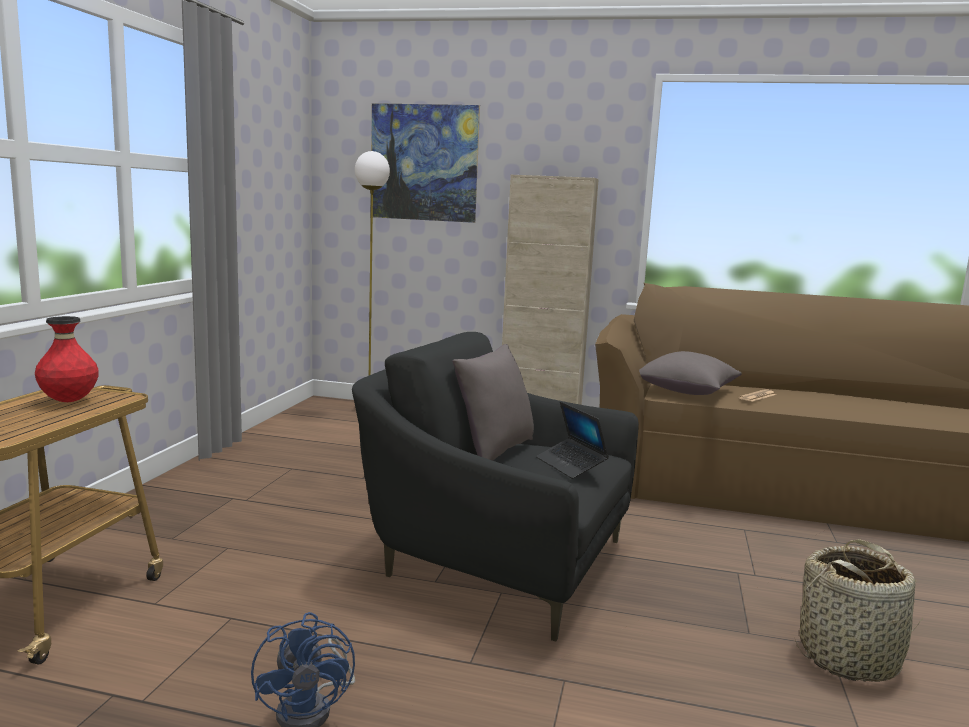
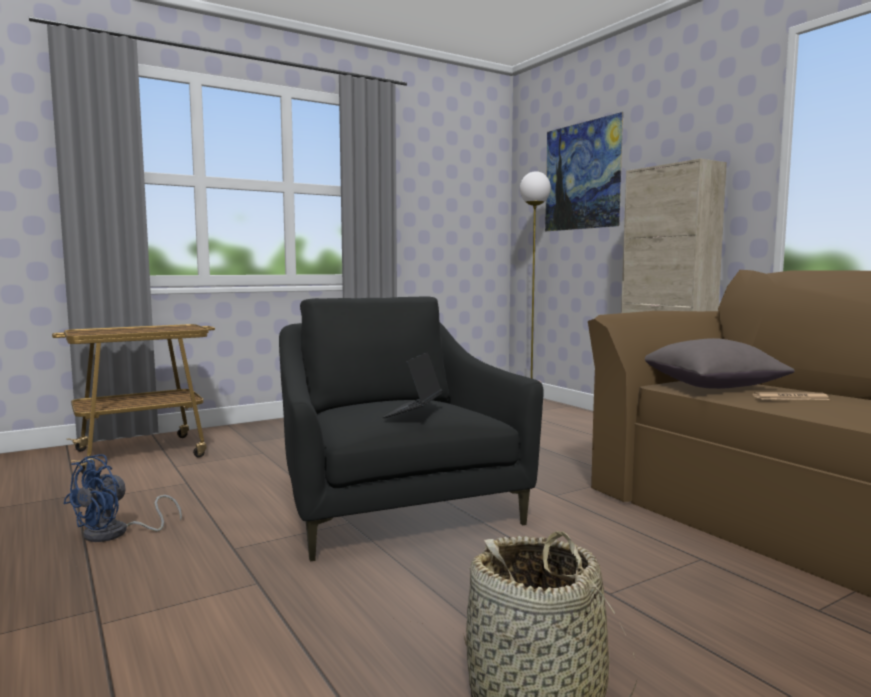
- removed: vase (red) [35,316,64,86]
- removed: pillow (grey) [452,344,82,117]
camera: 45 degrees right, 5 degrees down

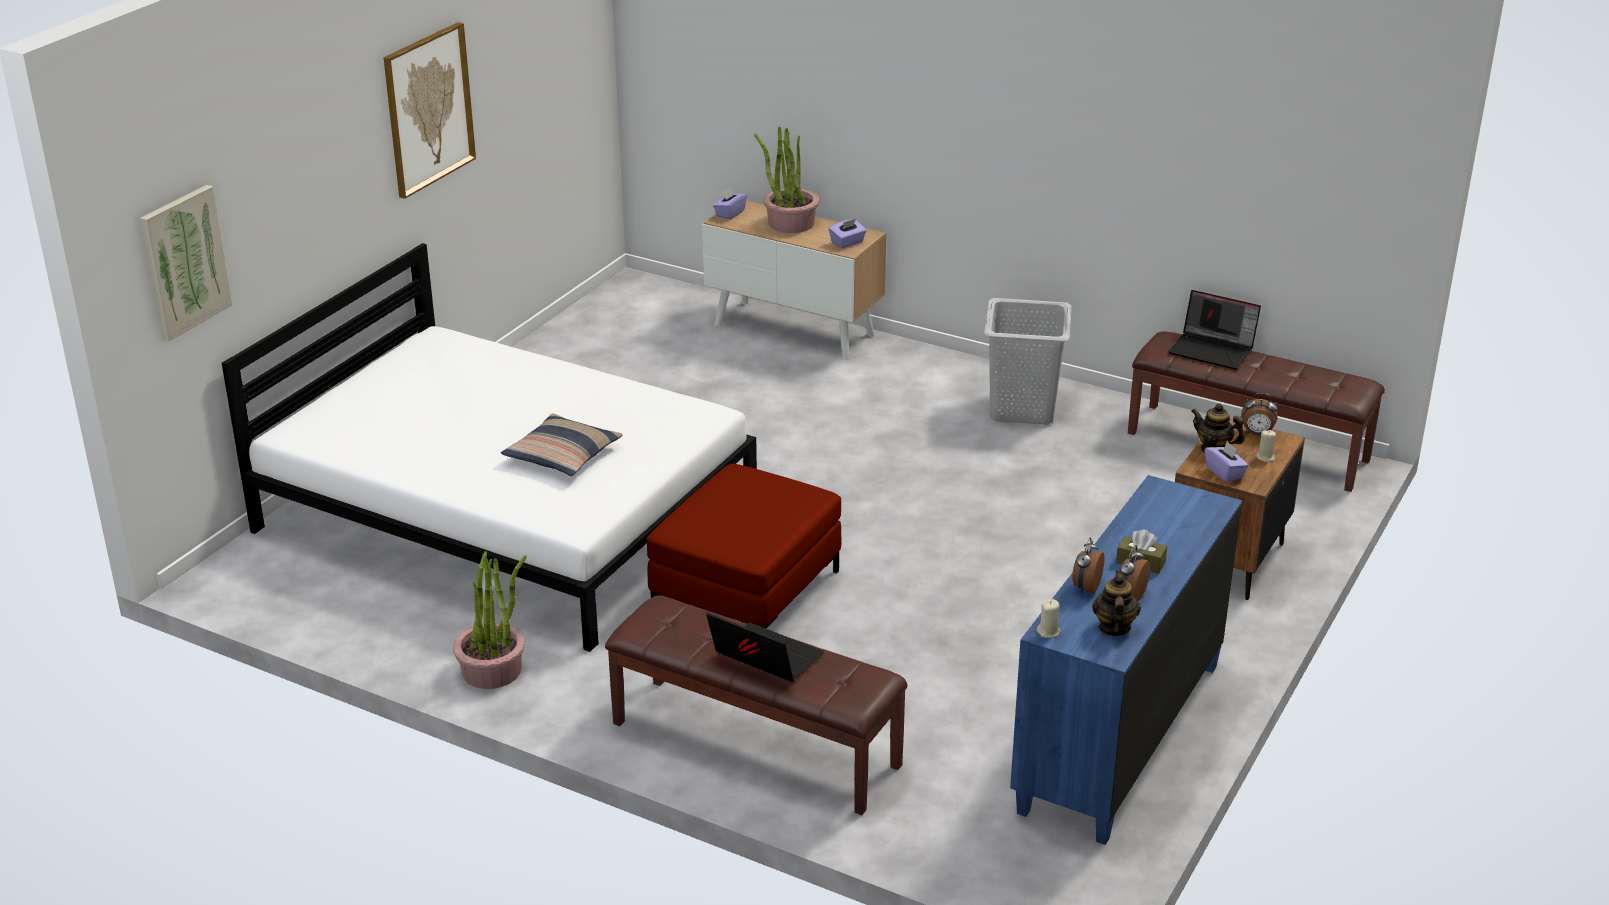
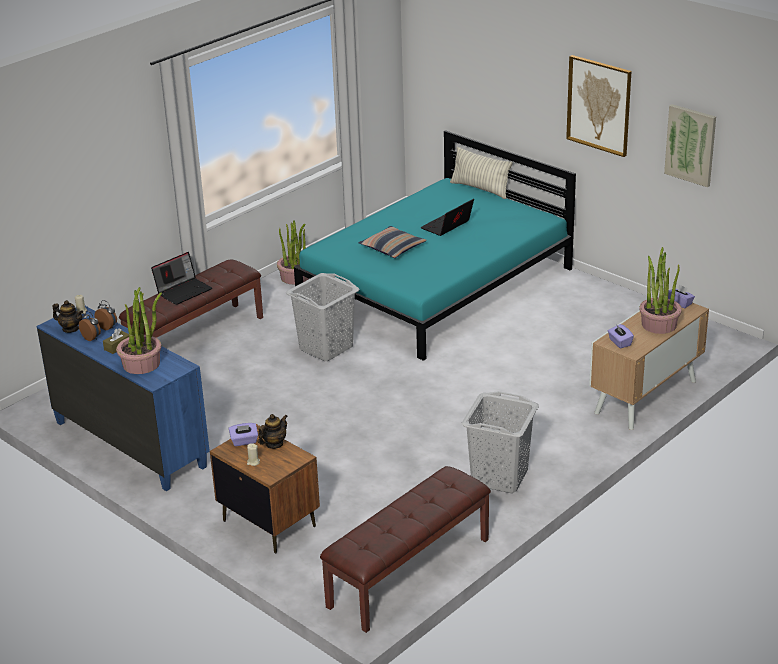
- added: potted plant [116,287,46,87]
- replaced: ottoman (red) [647,464,195,165] to laundry basket (grey) [286,273,73,88]
- recoloured: bed (white) [222,243,535,409] to bed (turquoise) [294,130,282,231]
- moved: laptop [1168,290,93,80] to [421,199,53,37]
- added: pillow [450,147,63,52]
- moved: picture [140,185,92,156] to [664,104,52,83]
- removed: alarm clock [1241,393,37,42]
camera: 105 degrees right, 0 degrees up

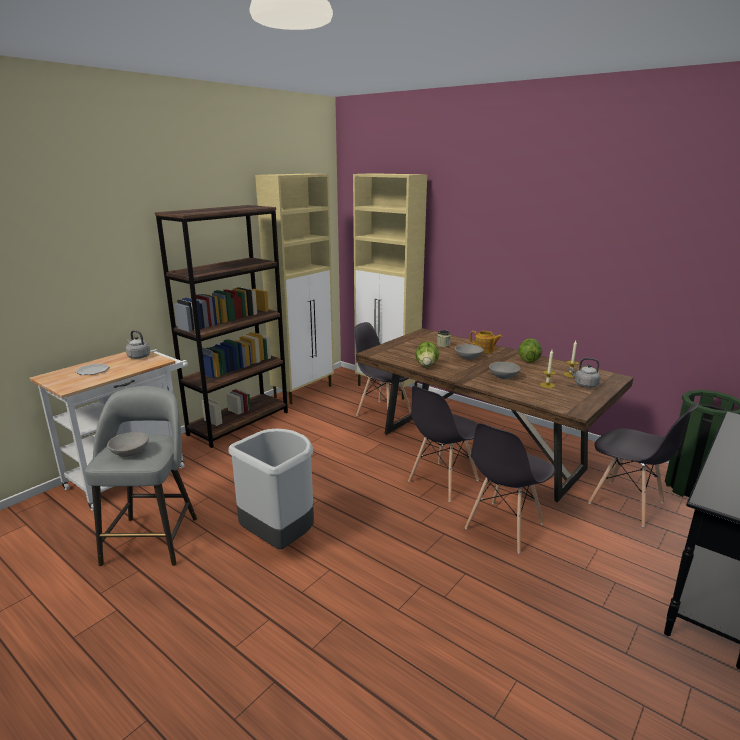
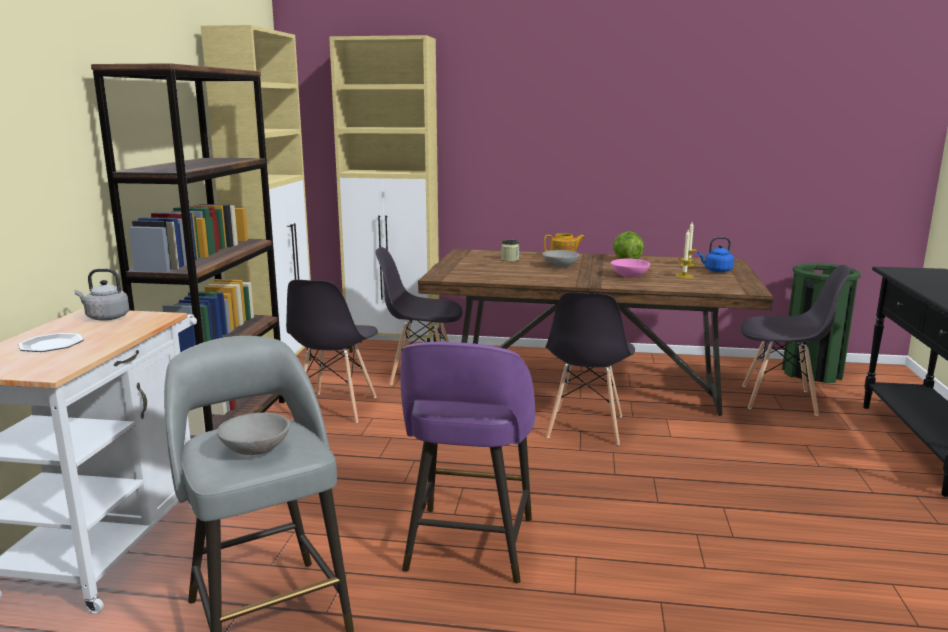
- moved: chair (grey) [465,423,90,130] to [286,280,92,143]
- replaced: trash can (grey) [228,428,86,121] to stool (purple) [401,342,134,242]
- recoloured: bowl (grey) [489,362,32,17] to bowl (pink) [611,259,39,18]
- recoloured: kettle (grey) [569,358,31,30] to kettle (blue) [698,237,36,35]
- removed: lettuce [415,341,24,26]
camera: 30 degrees left, 5 degrees down

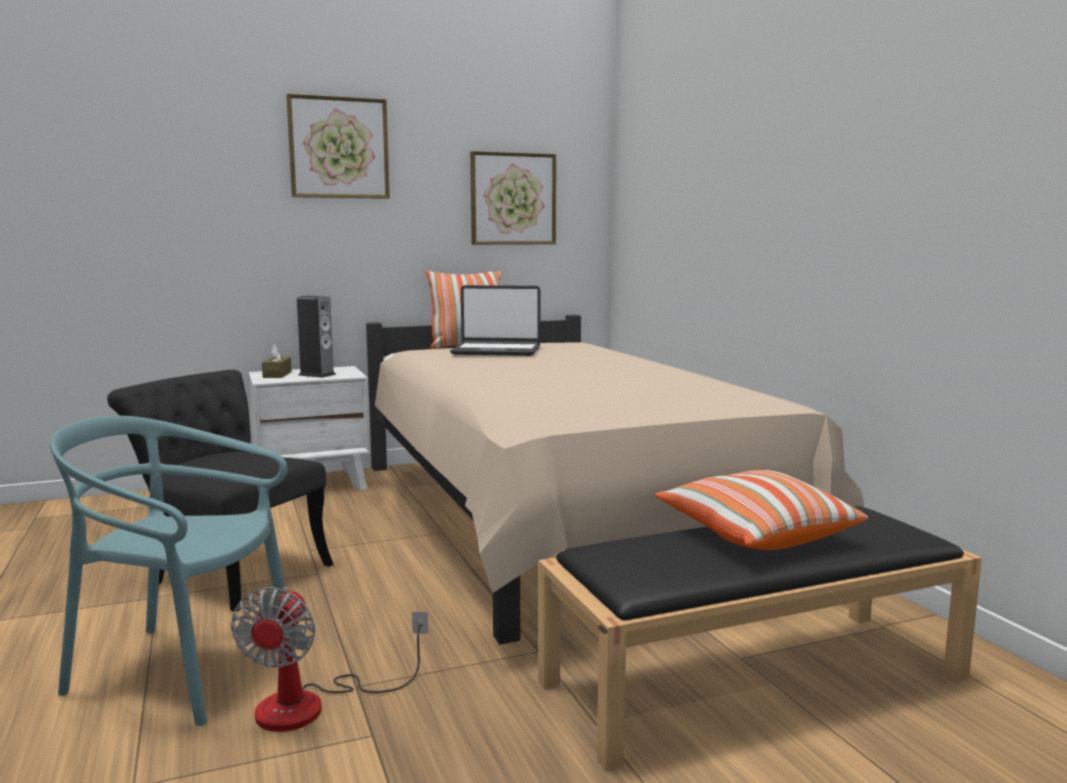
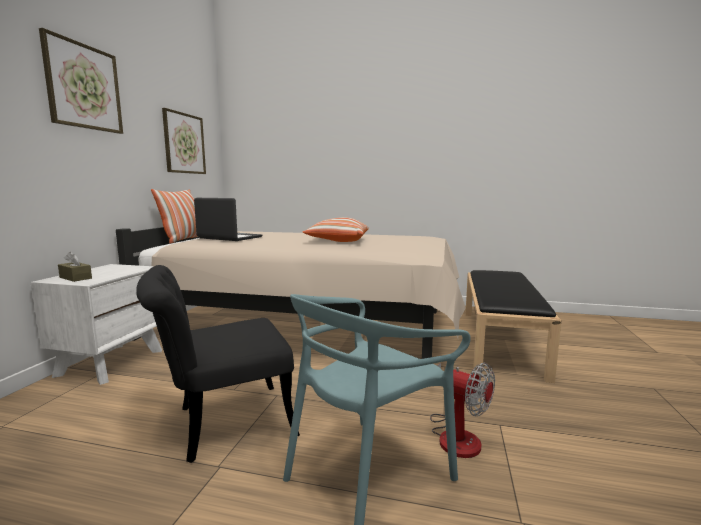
- turned: laptop [450,285,91,71] = [194,198,68,43] 105 degrees counterclockwise
- moved: pillow [655,470,213,80] to [303,217,66,25]
- removed: speaker [297,296,39,82]
camera: 55 degrees left, 0 degrees up

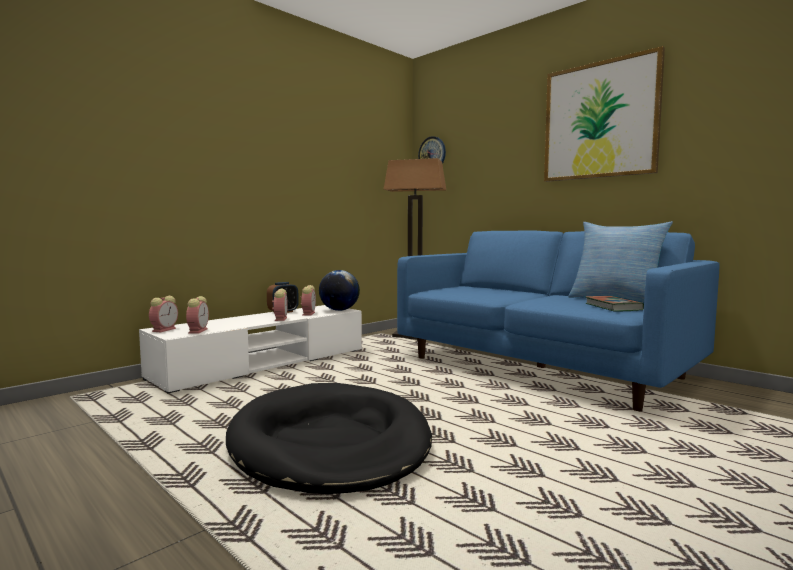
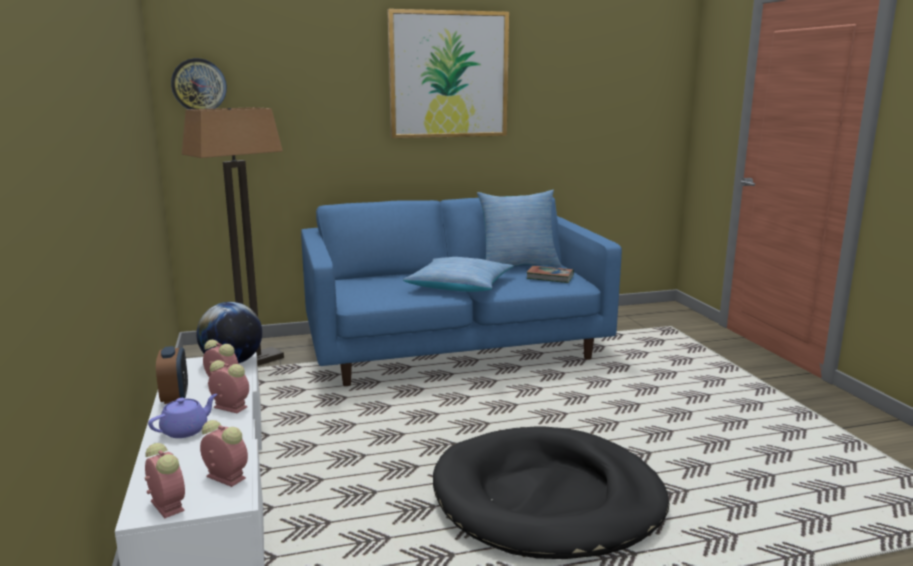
- added: teapot (purple) [148,394,69,44]
- added: pillow [403,257,111,35]
camera: 60 degrees left, 10 degrees up

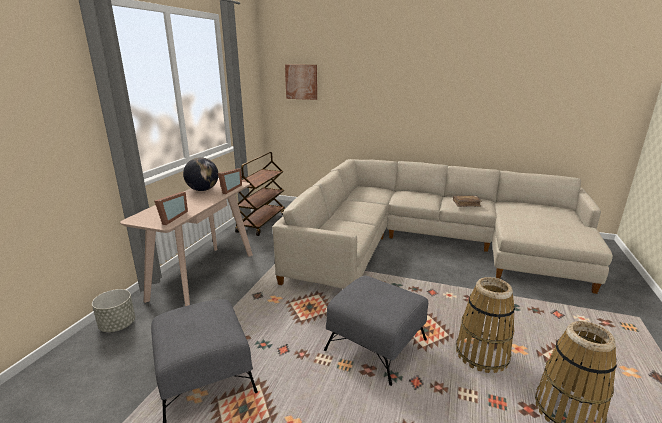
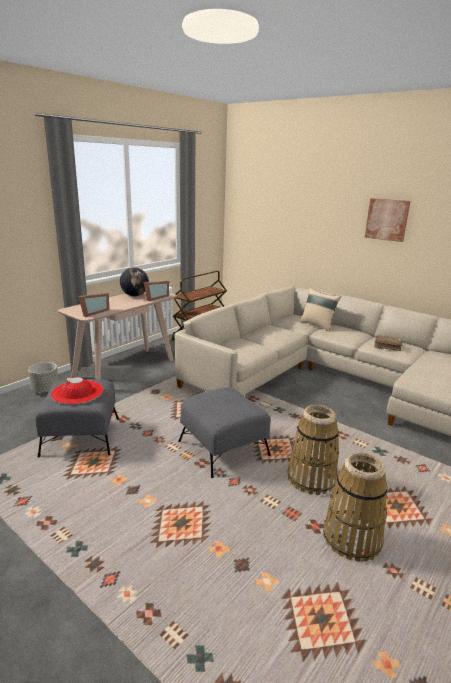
- added: hat (red) [51,377,52,27]
- added: pillow (beige) [299,288,42,44]
- moved: picture [285,65,32,35] to [365,198,45,44]
camera: 20 degrees right, 0 degrees up

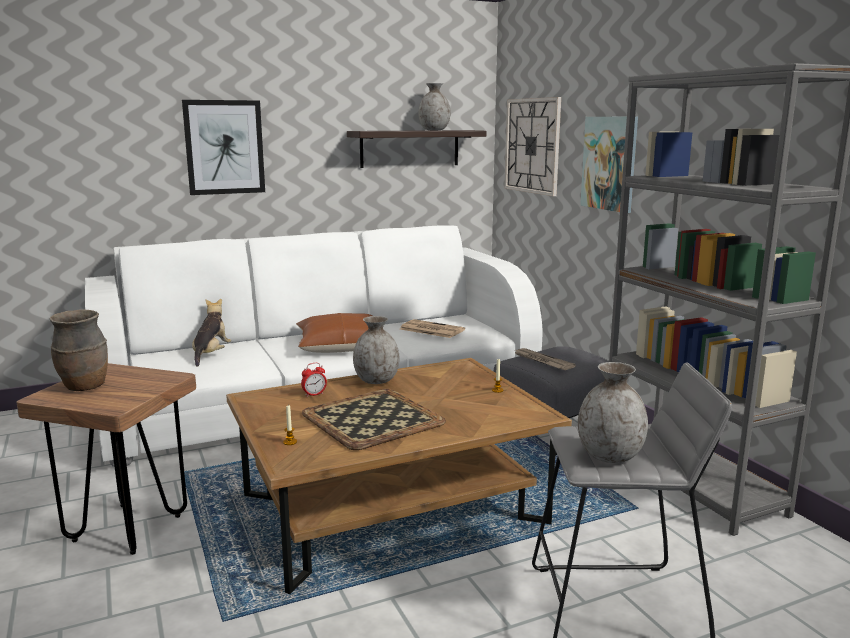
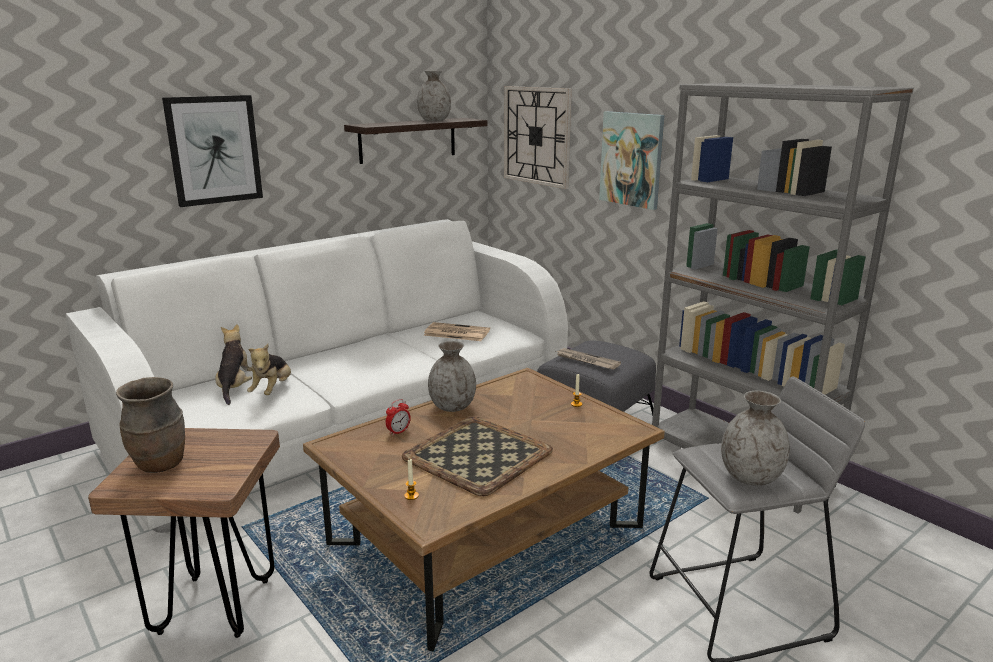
- added: plush toy [247,344,44,51]
- removed: pillow (brown) [296,313,77,40]
camera: 15 degrees left, 5 degrees up

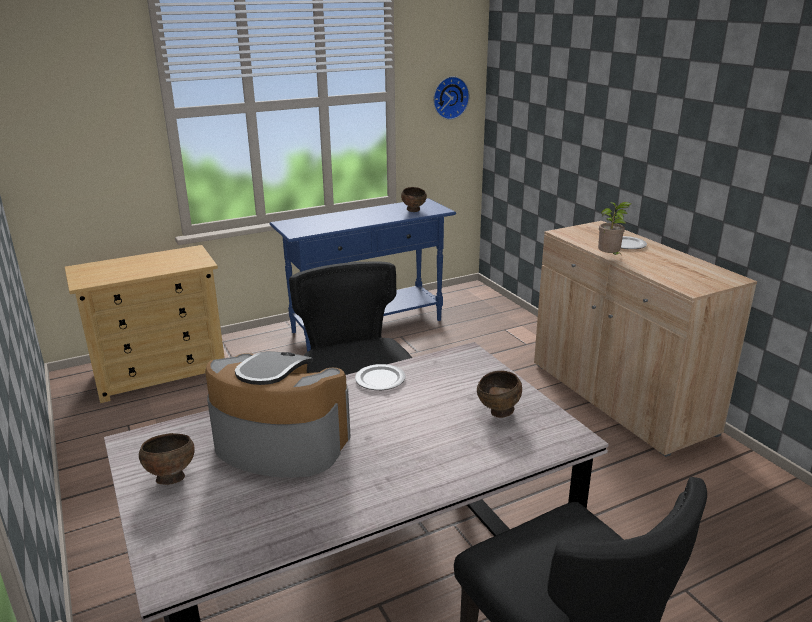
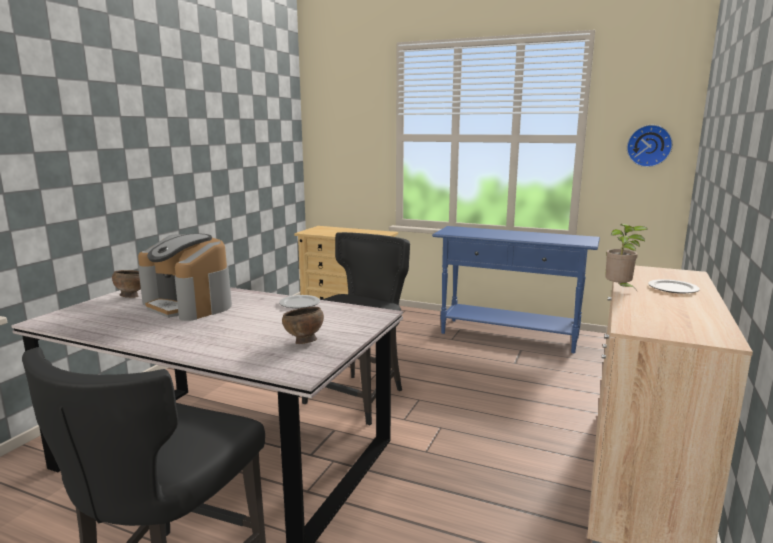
- turned: coffee machine [205,351,146,127] = [138,233,94,88] 150 degrees clockwise
- removed: bowl (brown) [401,187,26,25]
camera: 50 degrees right, 10 degrees down

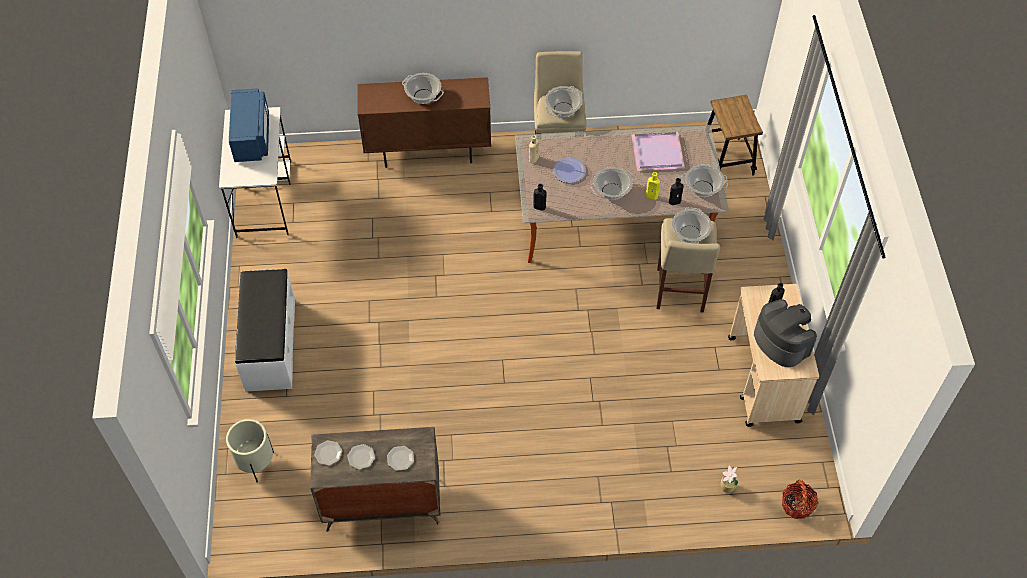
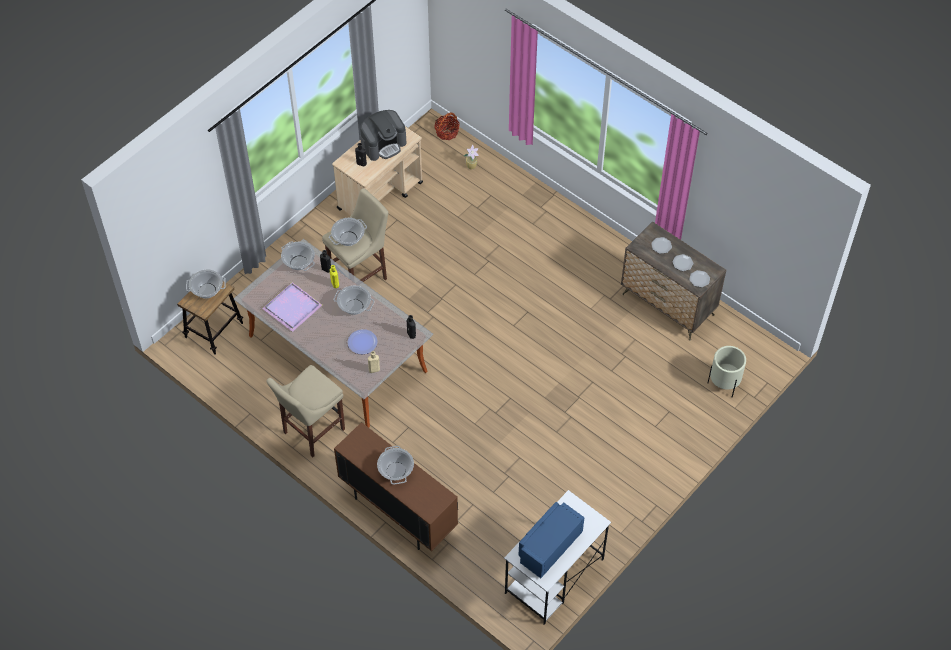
- moved: cooking pot [545,86,38,31] to [186,269,40,29]
- turned: coffee machine [754,299,63,68] = [360,110,46,51] 135 degrees counterclockwise
- removed: bench (white) [235,269,60,123]
camera: 135 degrees left, 0 degrees up

